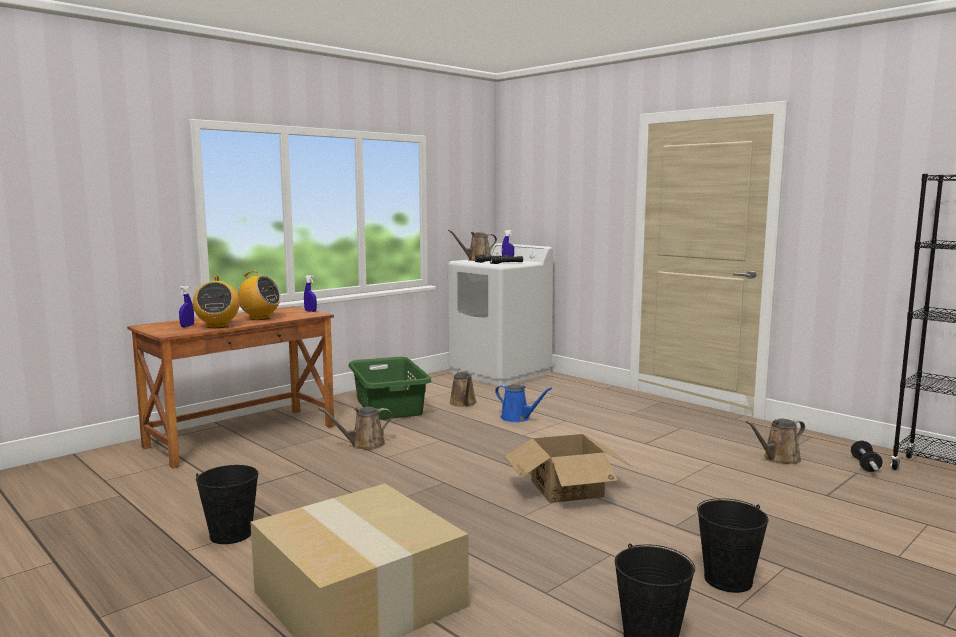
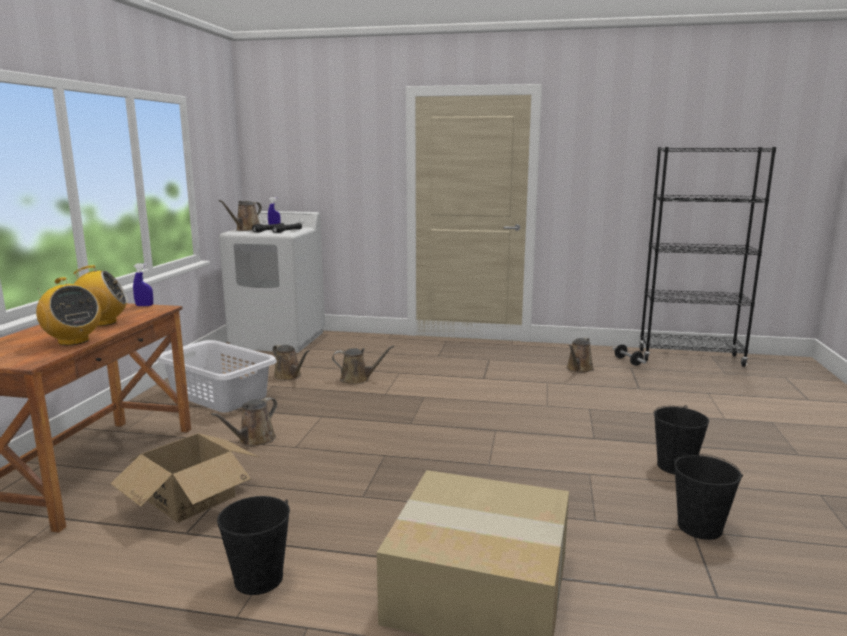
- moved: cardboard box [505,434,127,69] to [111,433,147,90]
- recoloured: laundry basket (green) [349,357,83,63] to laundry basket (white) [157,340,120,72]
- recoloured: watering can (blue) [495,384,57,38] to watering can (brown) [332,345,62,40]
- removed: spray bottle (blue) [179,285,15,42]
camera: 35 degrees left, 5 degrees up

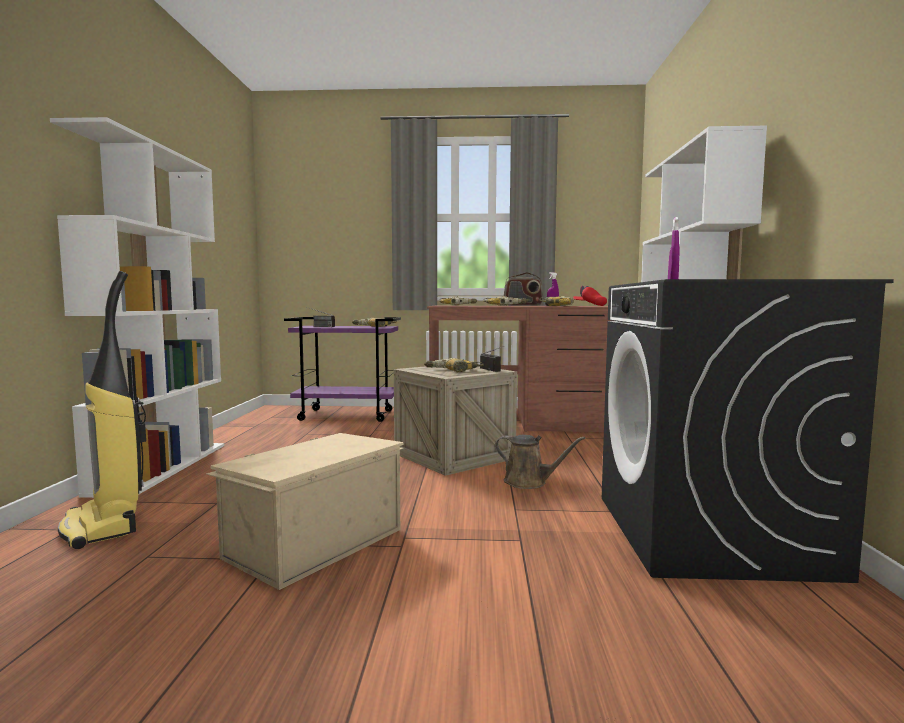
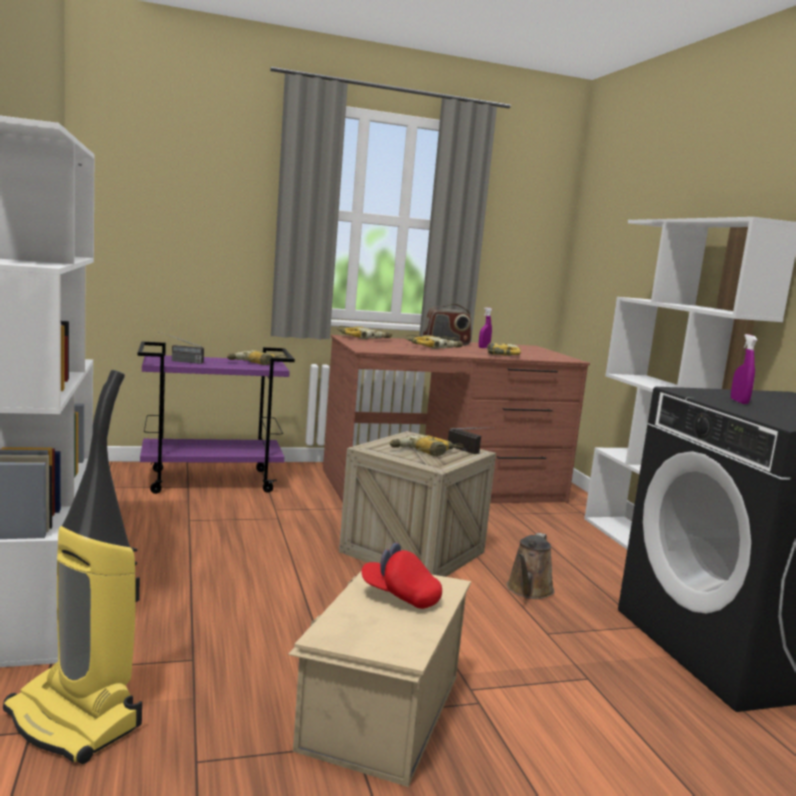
- moved: cap (red) [573,286,34,20] to [361,542,81,67]
- turned: watering can (brown) [495,435,90,54] = [507,533,47,66] 105 degrees clockwise
camera: 20 degrees left, 5 degrees up

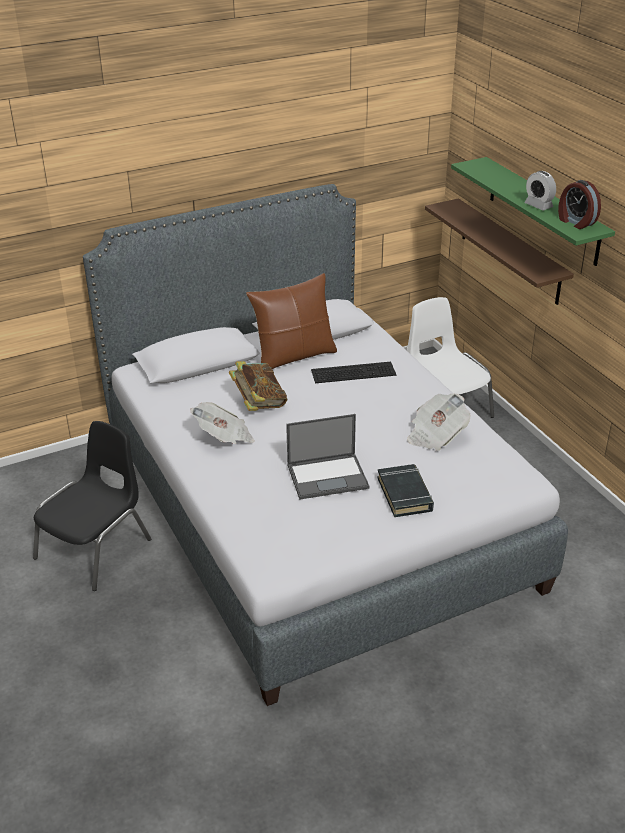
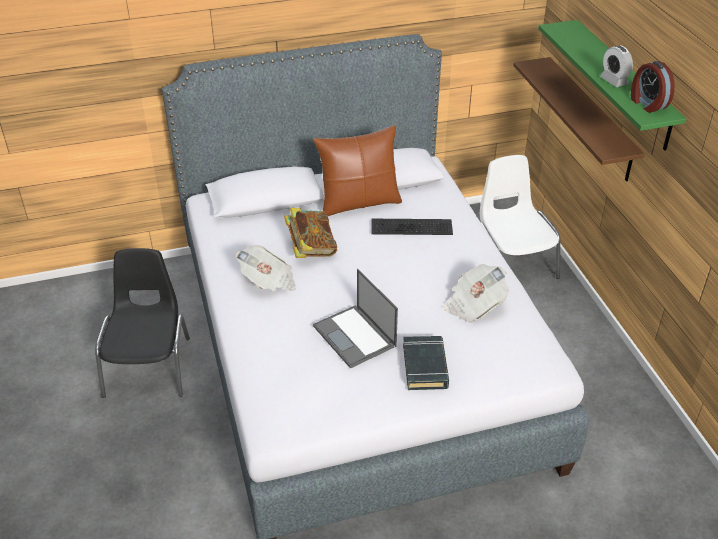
- turned: chair (black) [33,421,118,170] = [95,248,95,150] 45 degrees counterclockwise
- turned: laptop [286,414,83,86] = [313,269,85,100] 60 degrees clockwise
camera: 10 degrees right, 5 degrees up

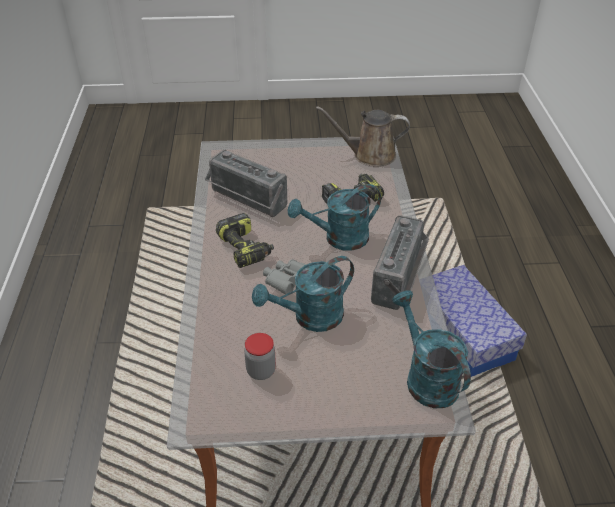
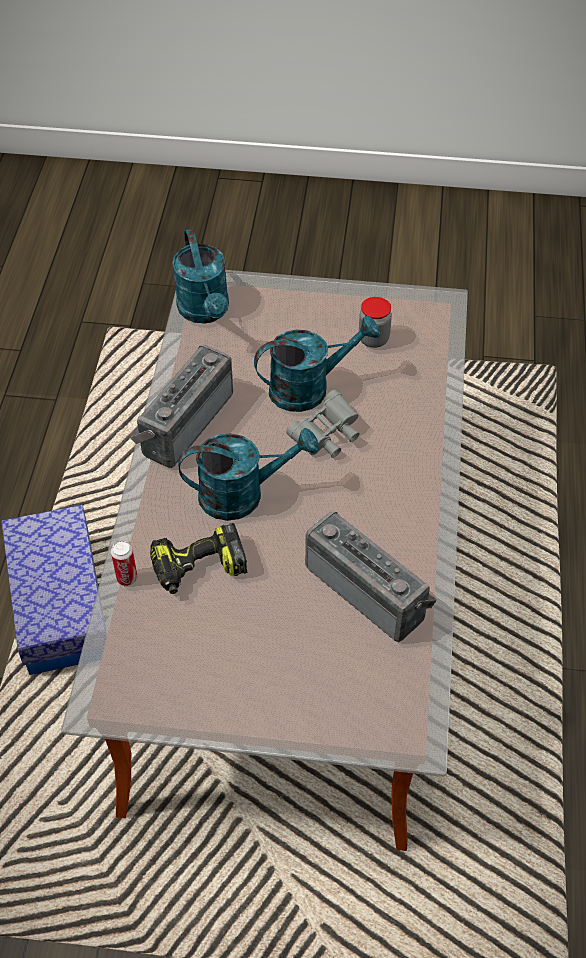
- added: can [111,541,26,45]
- removed: power drill [216,213,58,55]
- removed: watering can (brown) [316,106,94,61]
camera: 170 degrees left, 10 degrees up

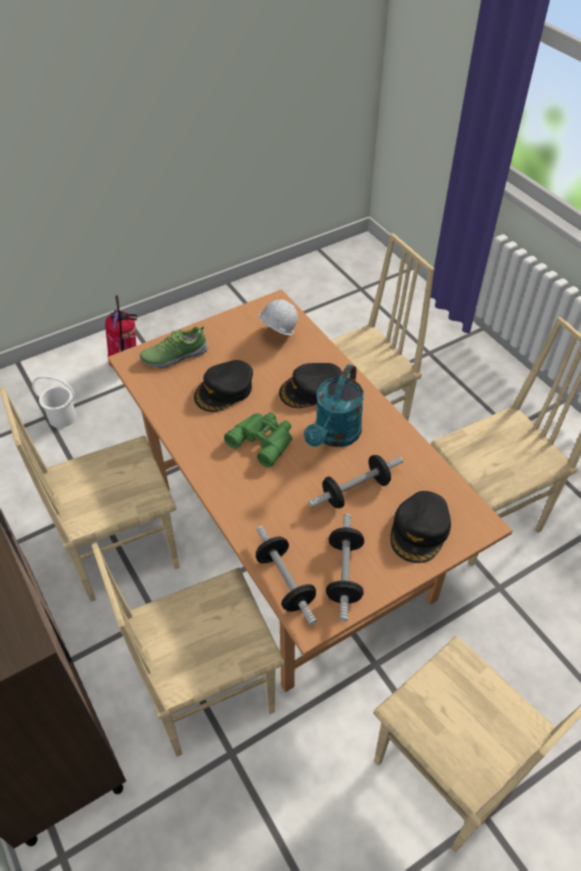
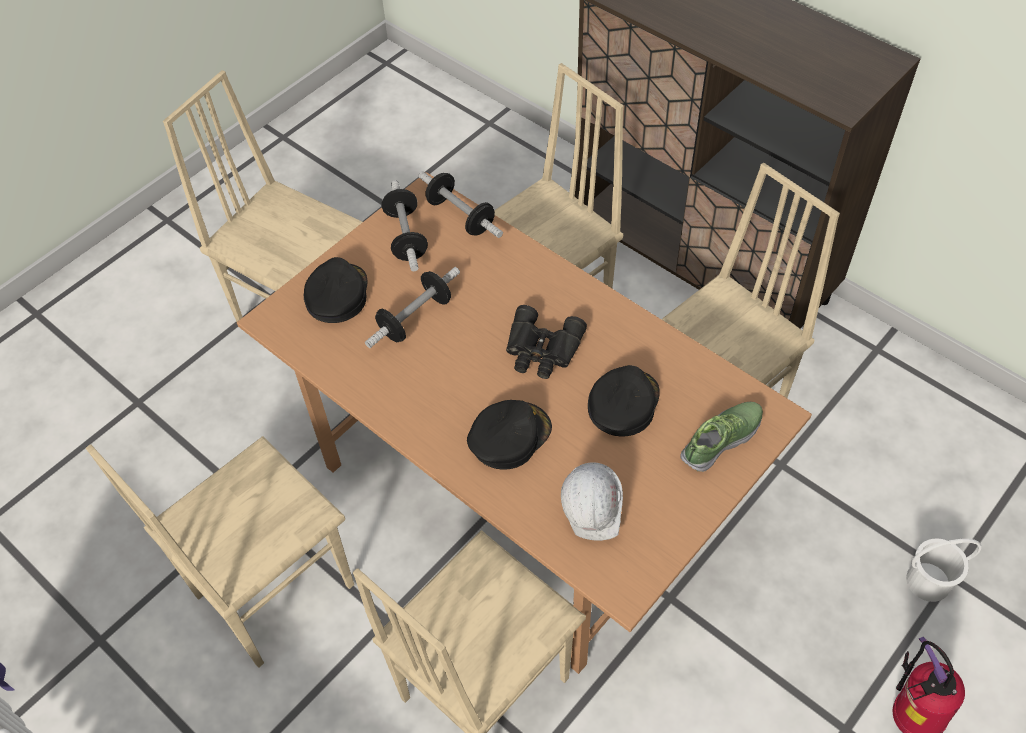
- recoloured: binoculars (green) [224,412,68,56] to binoculars (black) [506,305,81,74]
- removed: watering can (turquoise) [304,364,60,83]
camera: 165 degrees right, 5 degrees up

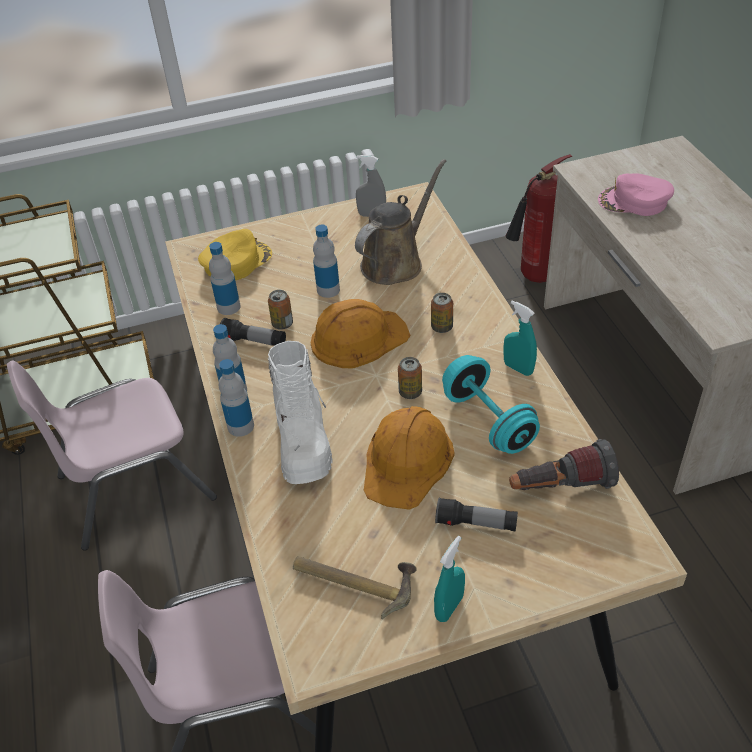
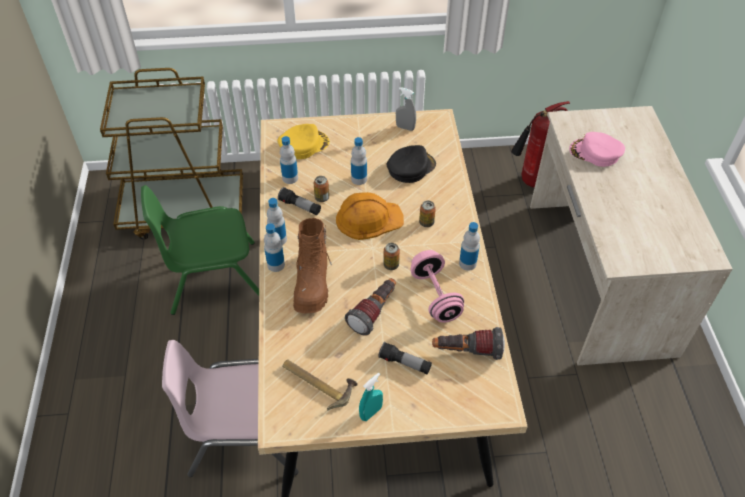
- recoloured: chair (pink) [7,360,210,190] to chair (green) [141,185,118,130]
- recoloured: boot (white) [268,341,65,143] to boot (brown) [293,218,39,95]
- replaced: hard hat (orange) [364,406,91,104] to flashlight [345,278,51,58]
- replaced: watering can (brown) [355,159,91,126] to cap (black) [387,145,49,38]
- recoloured: dumbbell (turquoise) [442,355,98,99] to dumbbell (pink) [410,250,54,73]
- replaced: spray bottle (turquoise) [503,300,34,76] to bottle [459,222,21,49]
camera: 10 degrees right, 5 degrees up

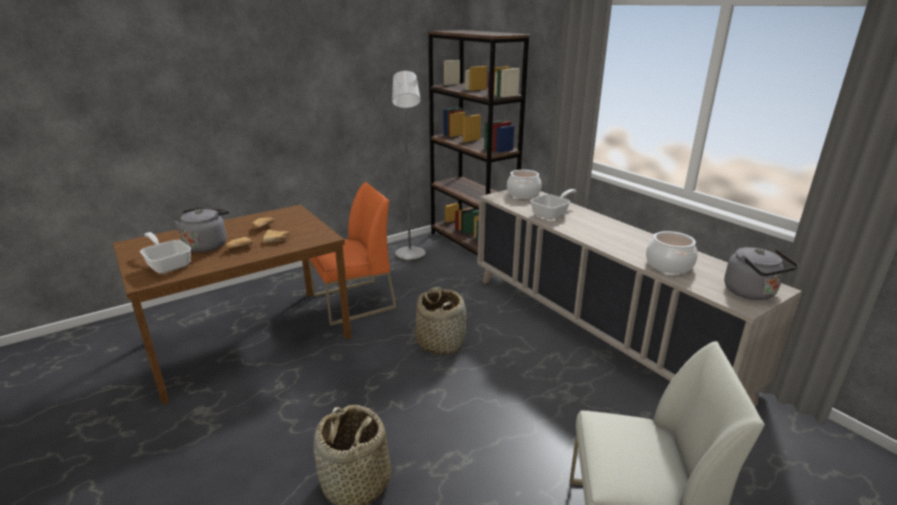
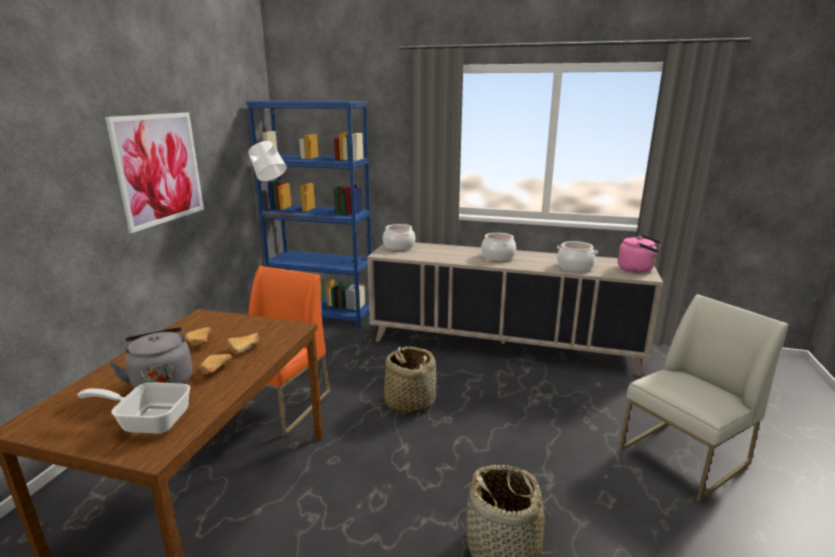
- added: picture [105,113,99,120]
- recoloured: bookcase (brown) [428,30,102,226] to bookcase (blue) [246,101,125,227]
- added: cooking pot [481,233,35,28]
- recoloured: kettle (grey) [724,247,74,53] to kettle (pink) [618,235,44,38]
- removed: frying pan [530,189,47,30]
camera: 40 degrees left, 5 degrees down

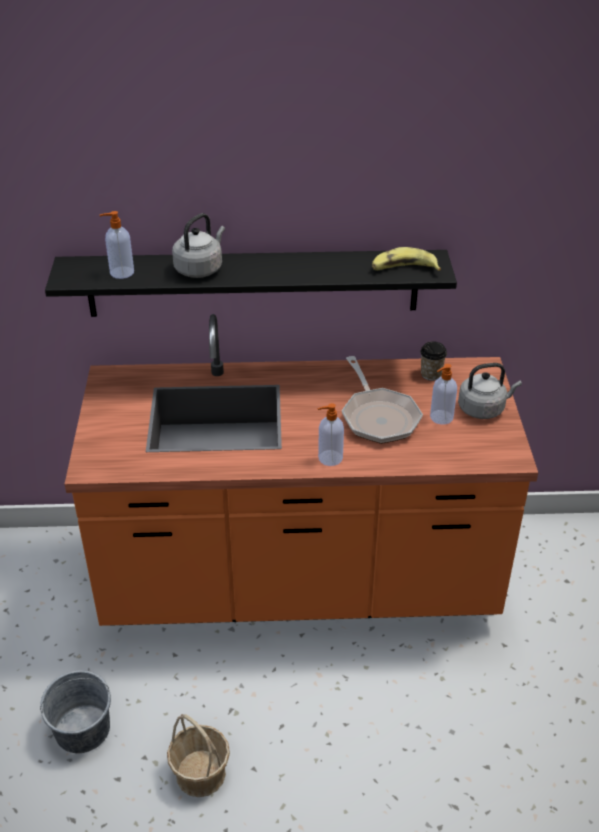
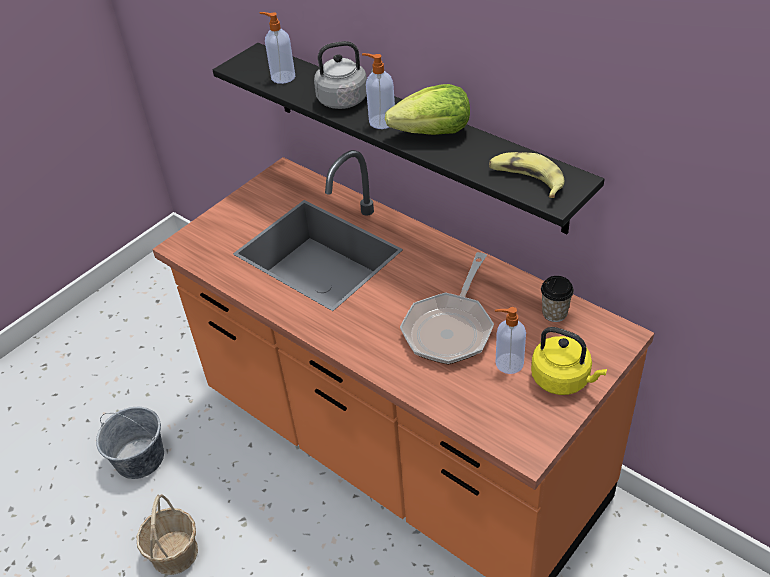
- moved: soap dispenser [317,403,27,63] to [362,53,33,76]
- added: lettuce [385,84,85,51]
- recoloured: kettle (grey) [458,363,64,56] to kettle (yellow) [531,327,76,68]
camera: 45 degrees right, 5 degrees up

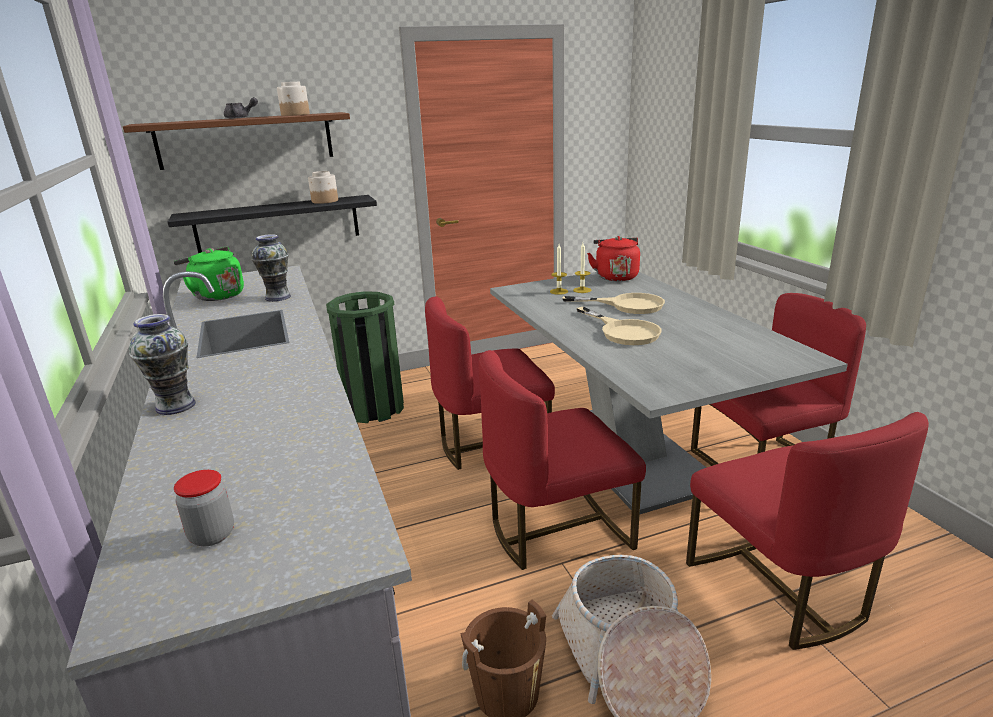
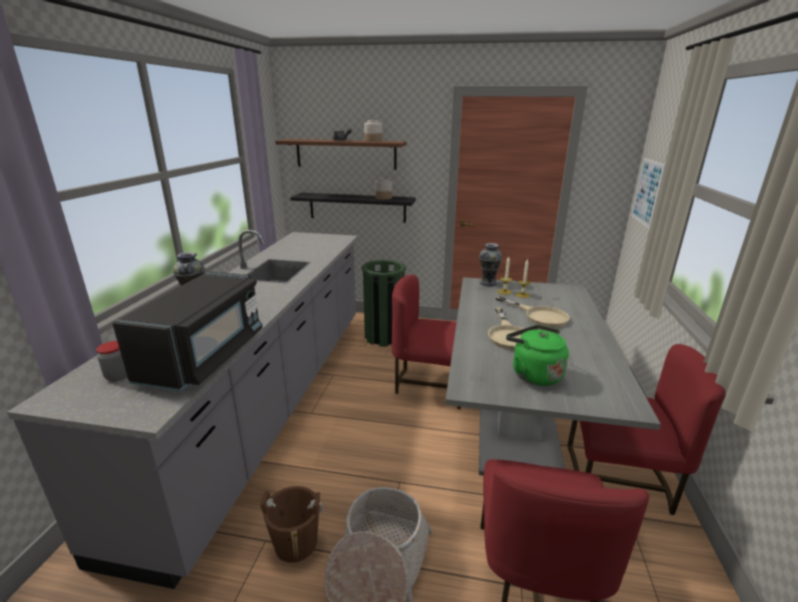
- added: microwave (black) [112,271,151,120]
- moved: vase [251,234,40,68] to [479,243,23,44]
- moved: kettle (green) [173,247,71,54] to [506,325,63,61]
- added: picture [631,158,34,71]
- removed: chair (red) [478,350,168,220]
- removed: kettle (red) [587,236,53,45]
camera: 30 degrees right, 0 degrees up

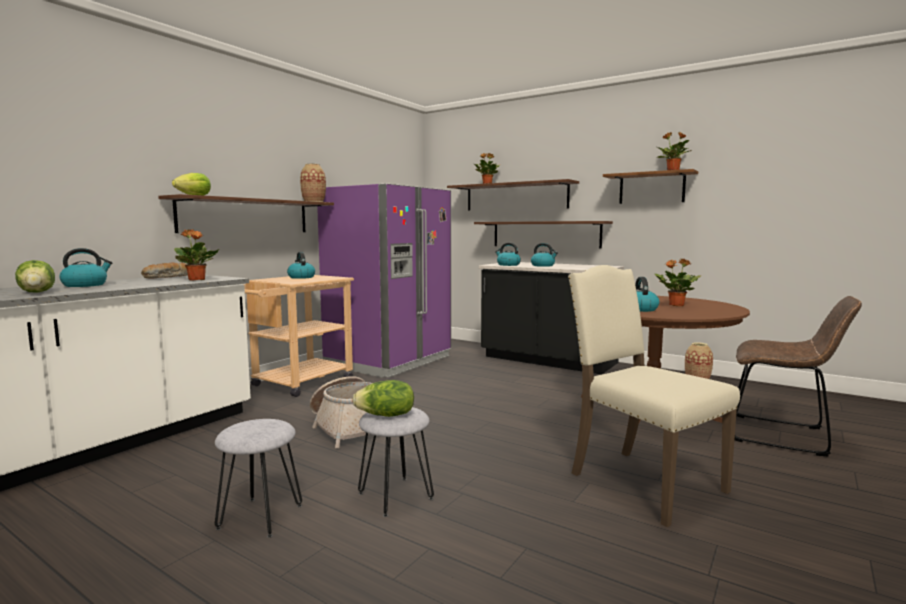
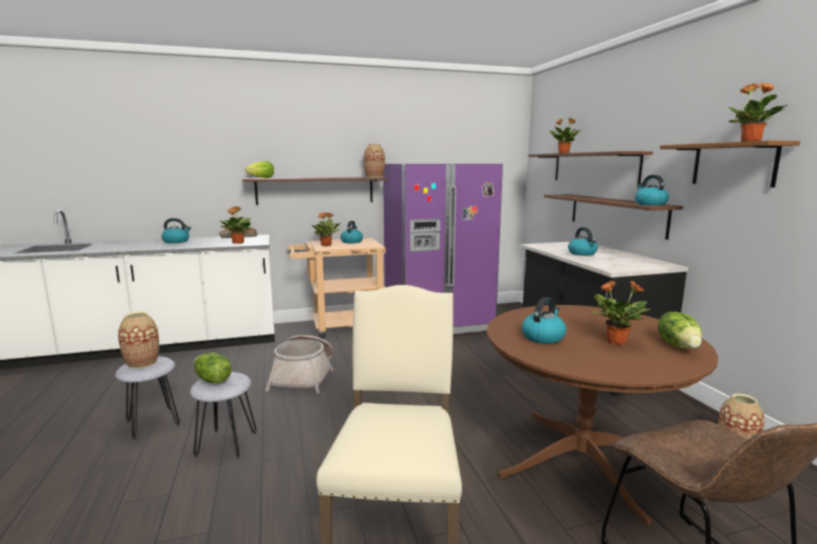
- added: vase [118,312,41,57]
- added: potted plant [311,213,29,33]
- moved: kettle [495,243,26,23] to [635,175,34,30]
- moved: lettuce [15,260,40,32] to [658,312,44,37]
camera: 40 degrees right, 5 degrees up

